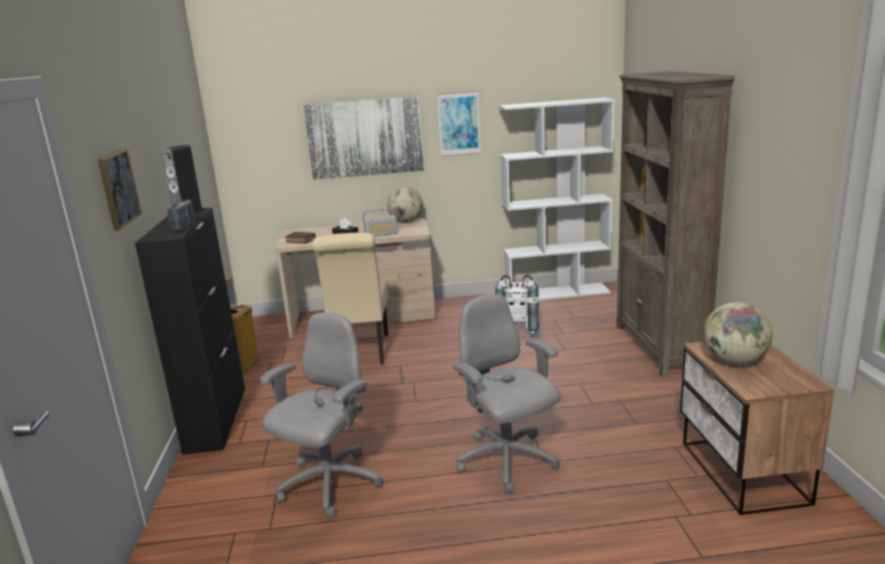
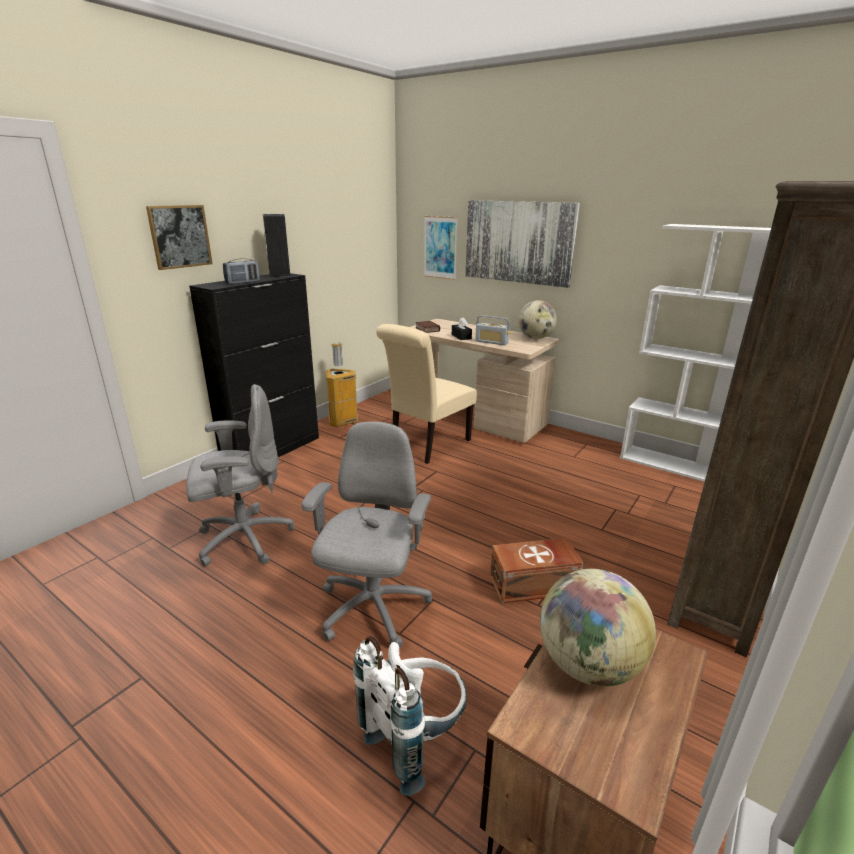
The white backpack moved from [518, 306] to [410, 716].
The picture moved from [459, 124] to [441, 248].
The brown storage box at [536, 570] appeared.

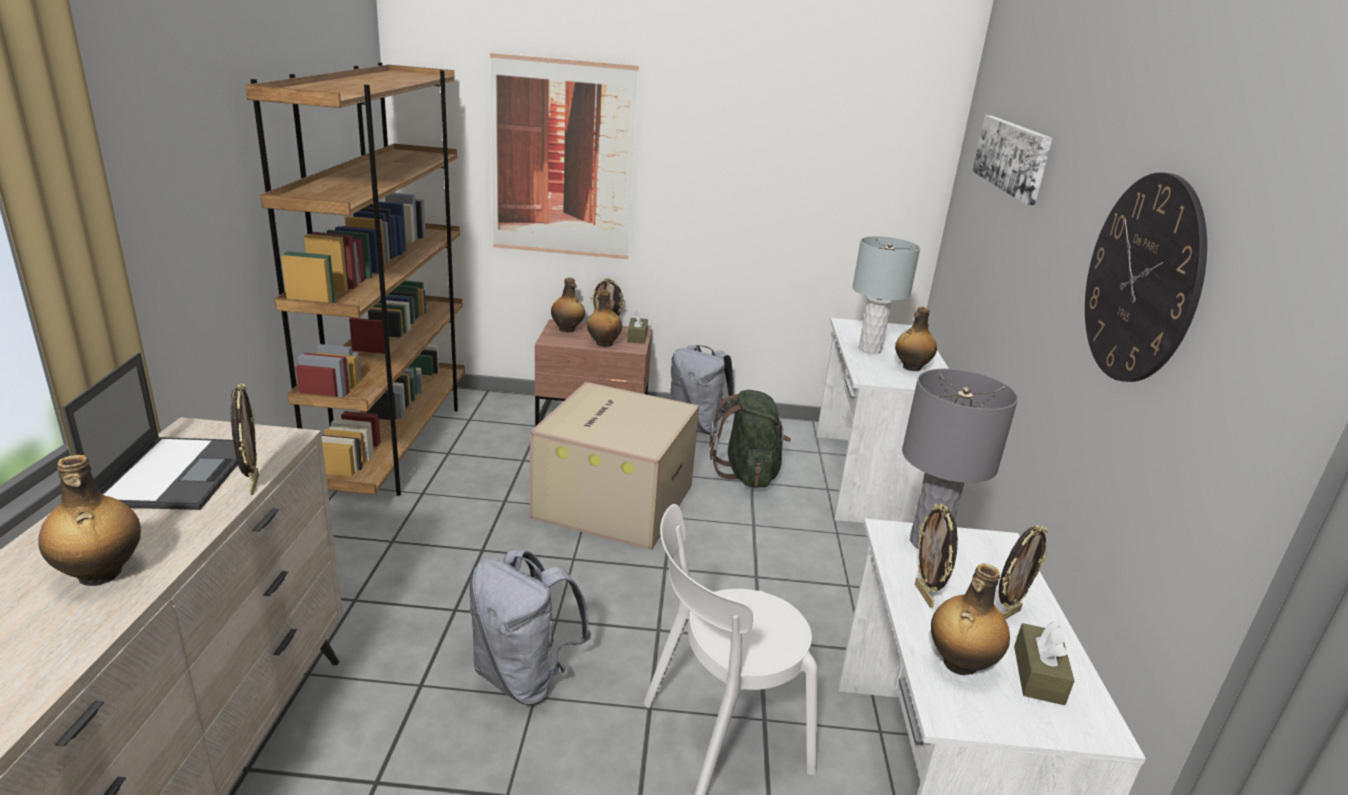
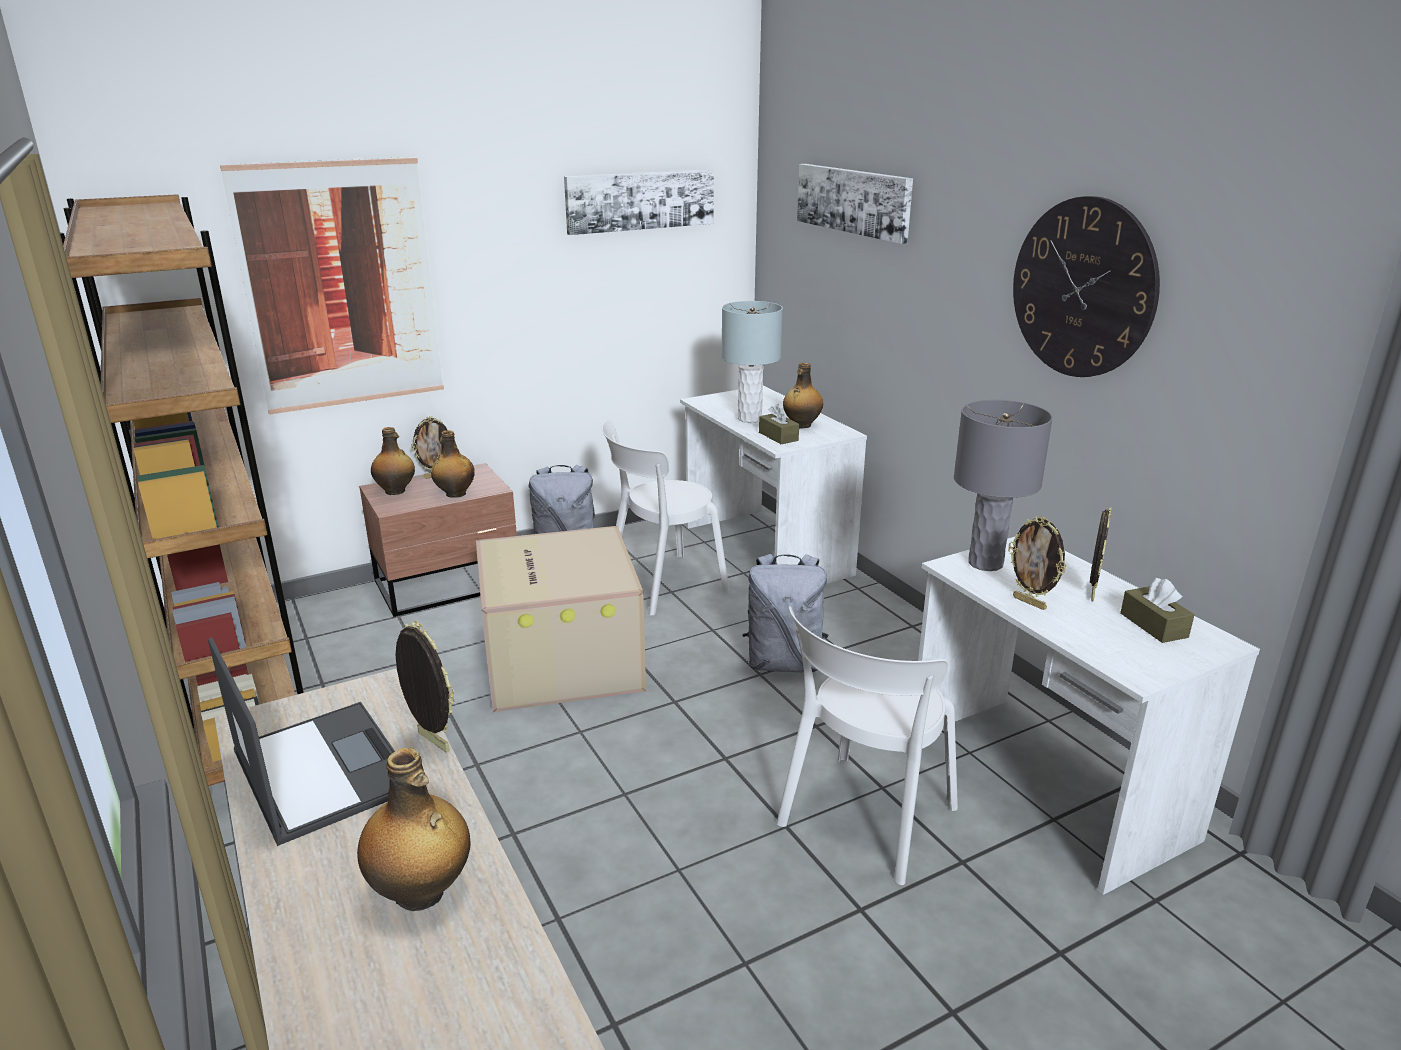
The picture at [639, 202] appeared.
The green backpack at [750, 439] was replaced by the white chair at [666, 517].
The grey backpack moved from [530, 627] to [786, 613].
The brown tissue box moved from [637, 327] to [779, 424].
The bottle at [970, 619] disappeared.

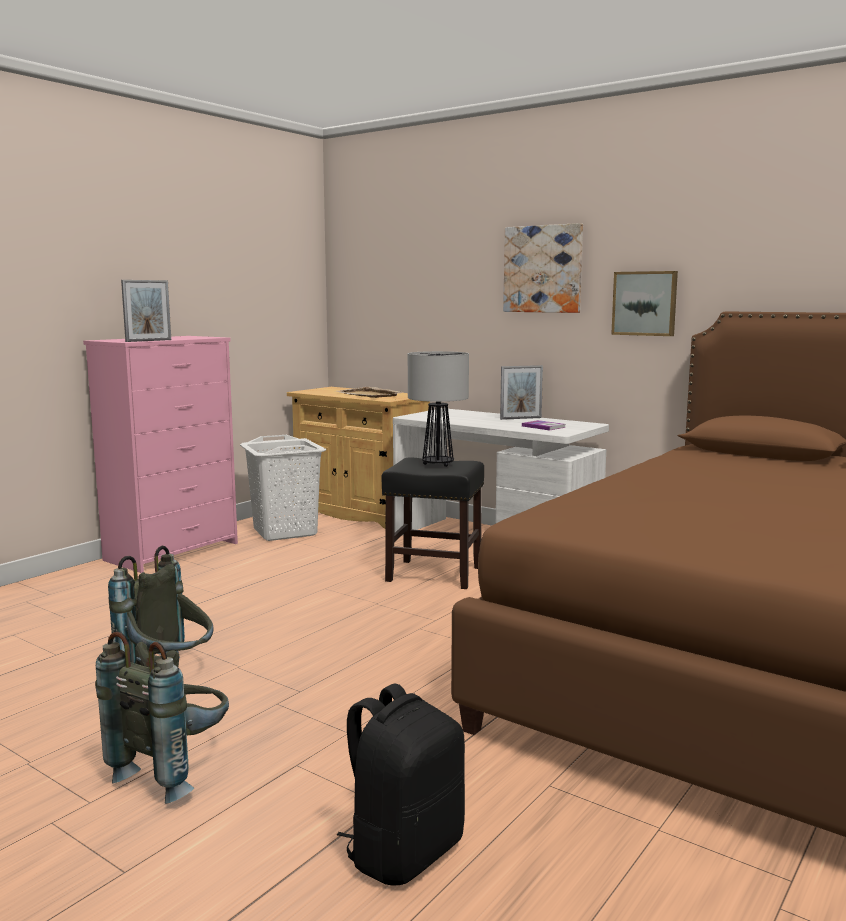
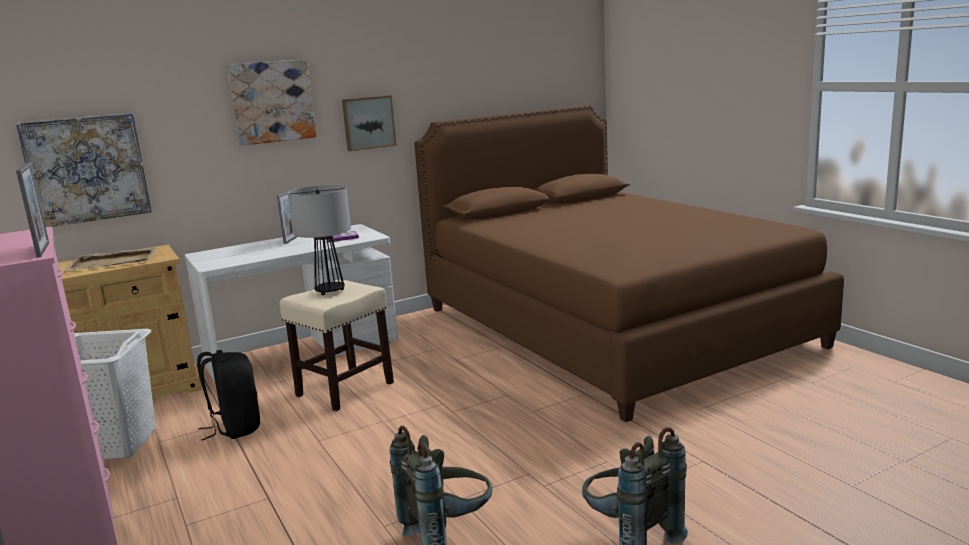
The picture at [84, 170] appeared.
The black backpack moved from [401, 784] to [228, 395].
The black stool at [433, 523] became the beige stool at [336, 345].

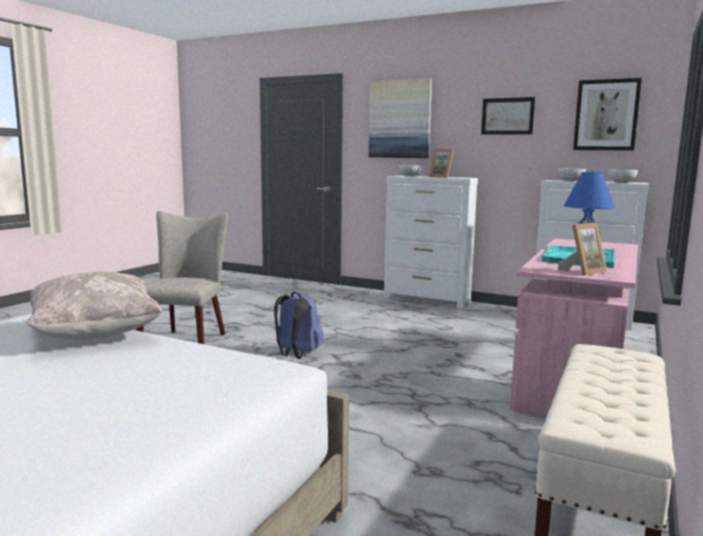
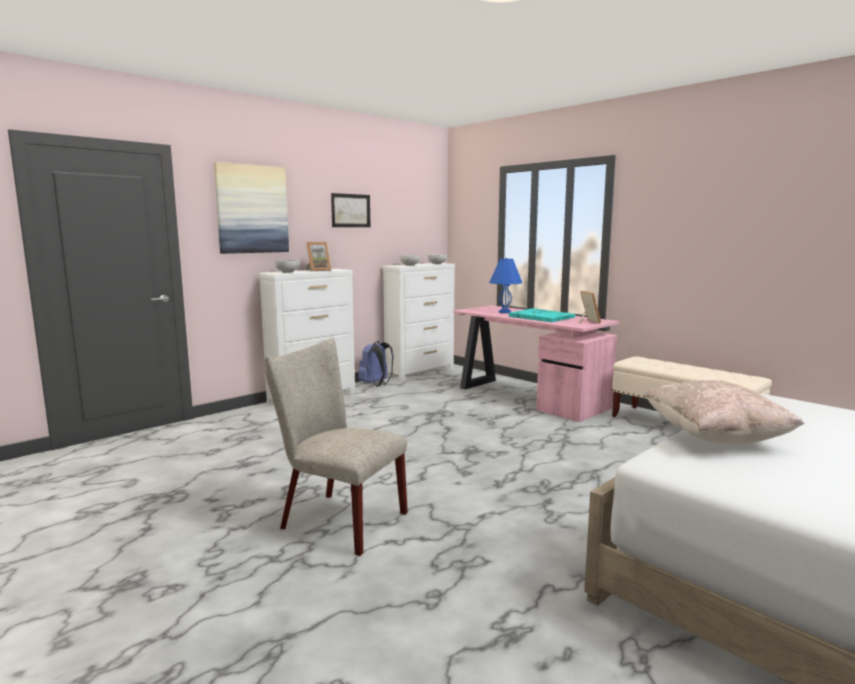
The blue backpack moved from [298, 325] to [376, 364].
The picture at [607, 114] disappeared.

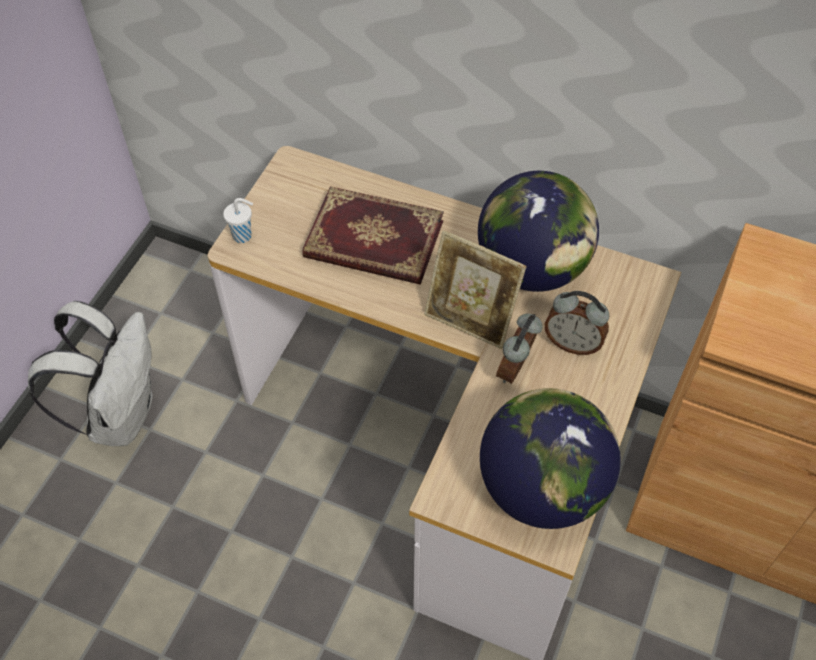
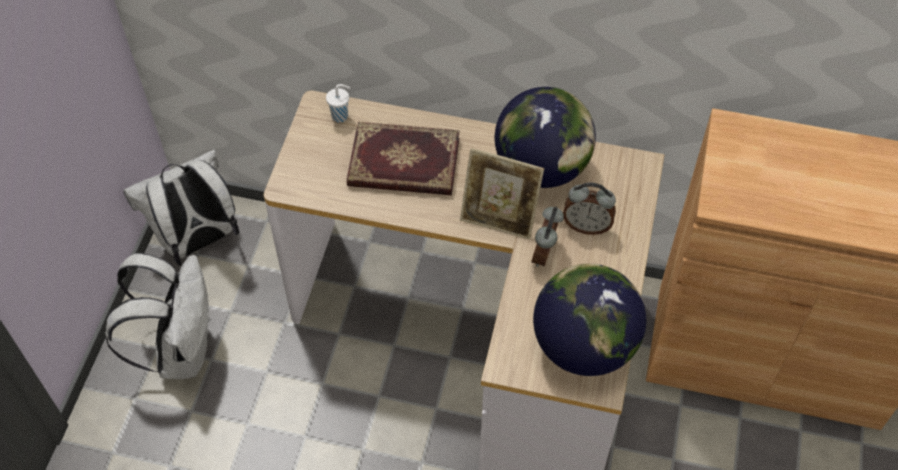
The white backpack at [181, 207] appeared.
The white cup moved from [238, 220] to [338, 103].

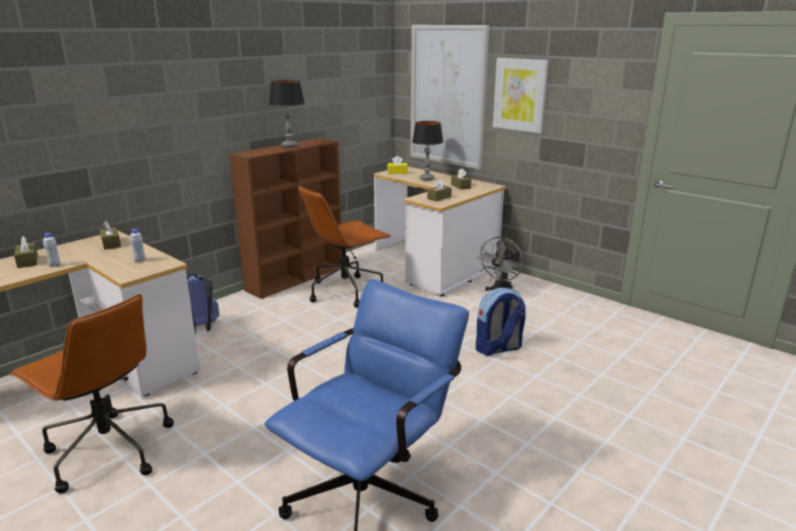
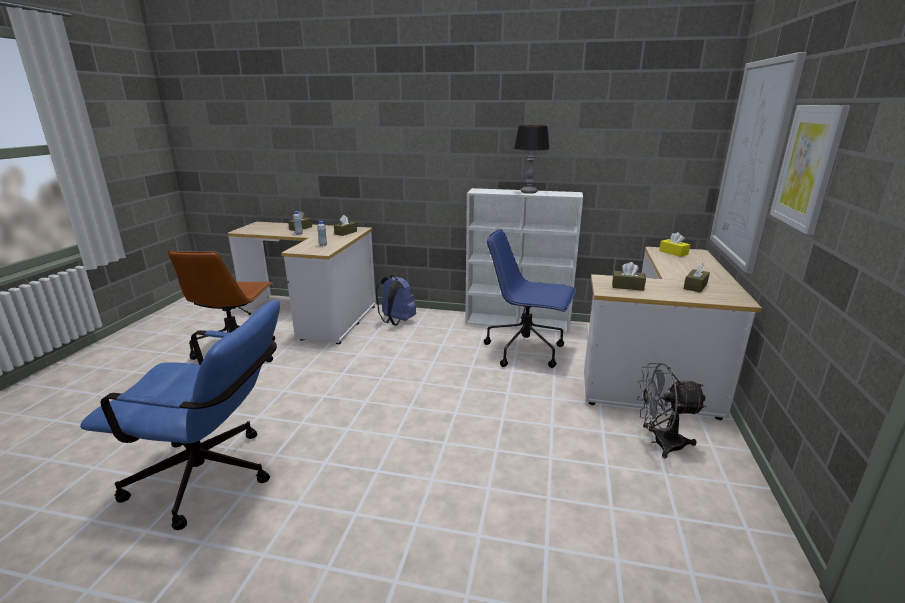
The brown bookcase at [286, 218] became the white bookcase at [524, 260].
The brown office chair at [345, 247] became the blue office chair at [530, 298].
The table lamp at [427, 151] disappeared.
The backpack at [501, 322] disappeared.

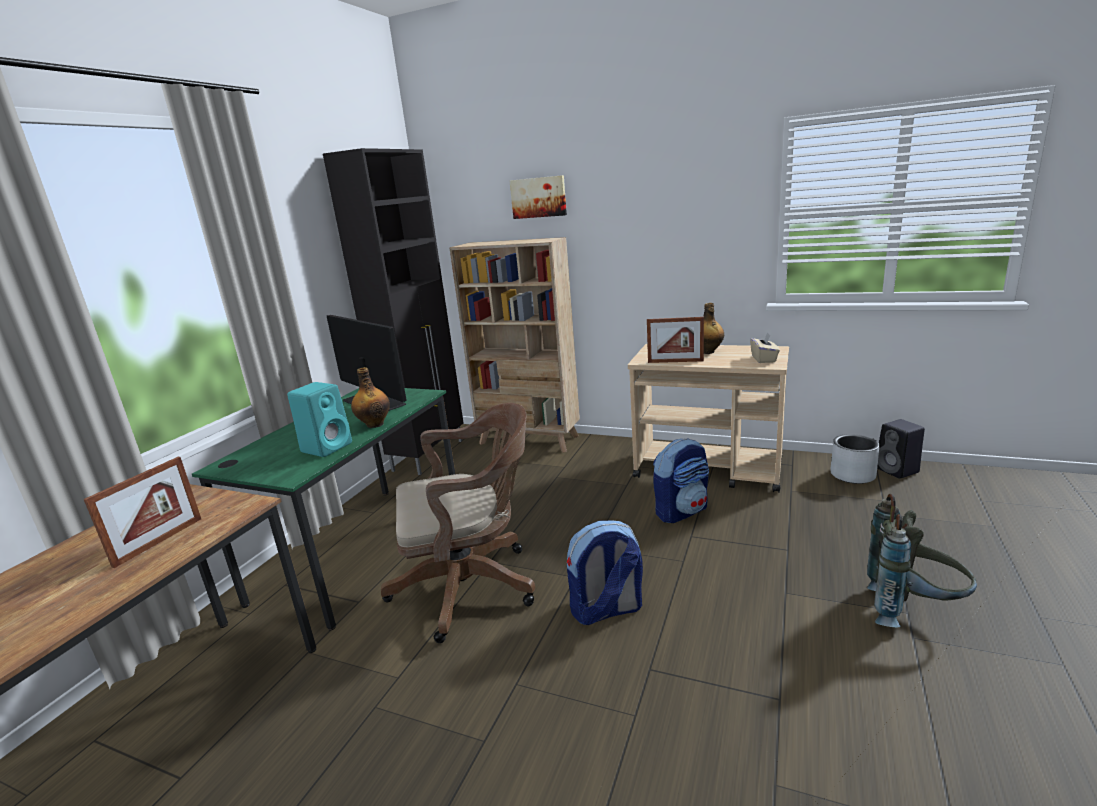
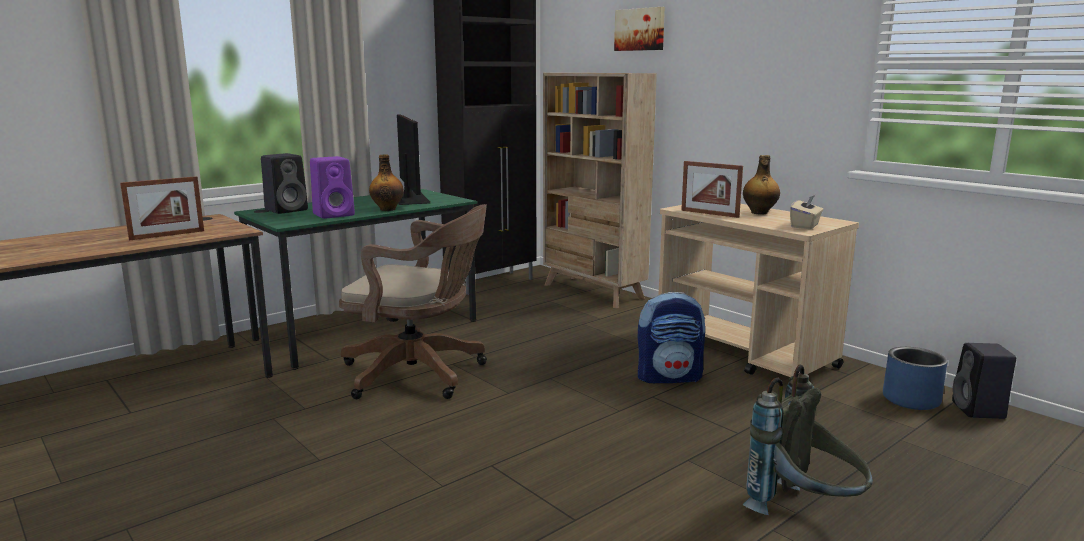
The black speaker at [284, 183] appeared.
The turquoise speaker at [319, 419] became the purple speaker at [332, 187].
The grey planter at [855, 459] became the blue planter at [915, 378].
The backpack at [605, 573] disappeared.

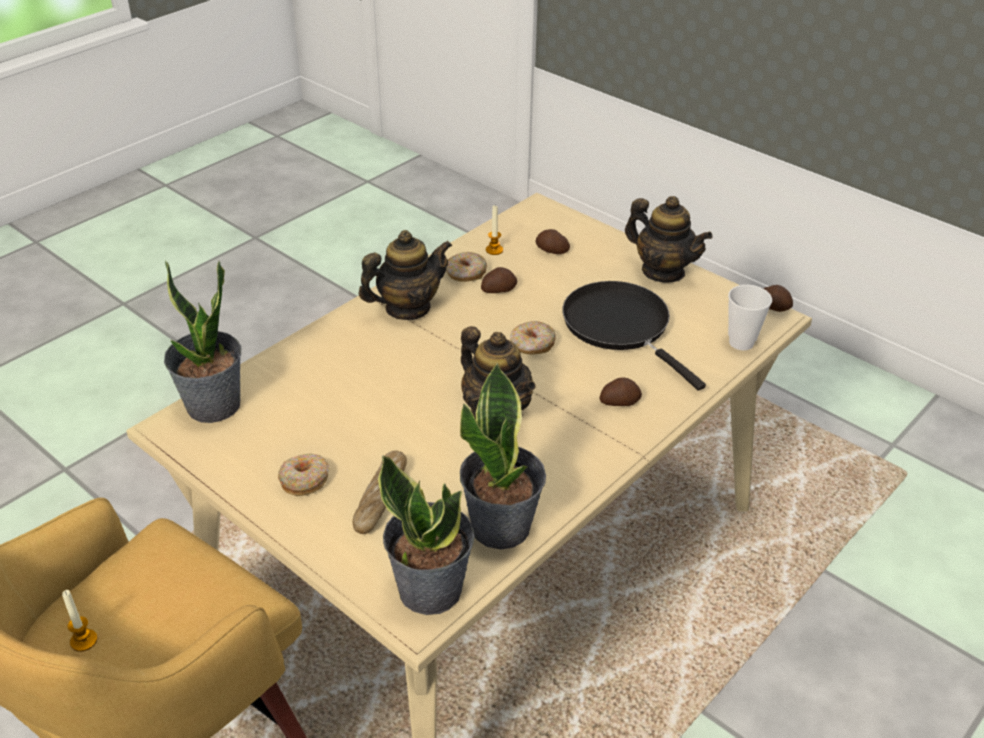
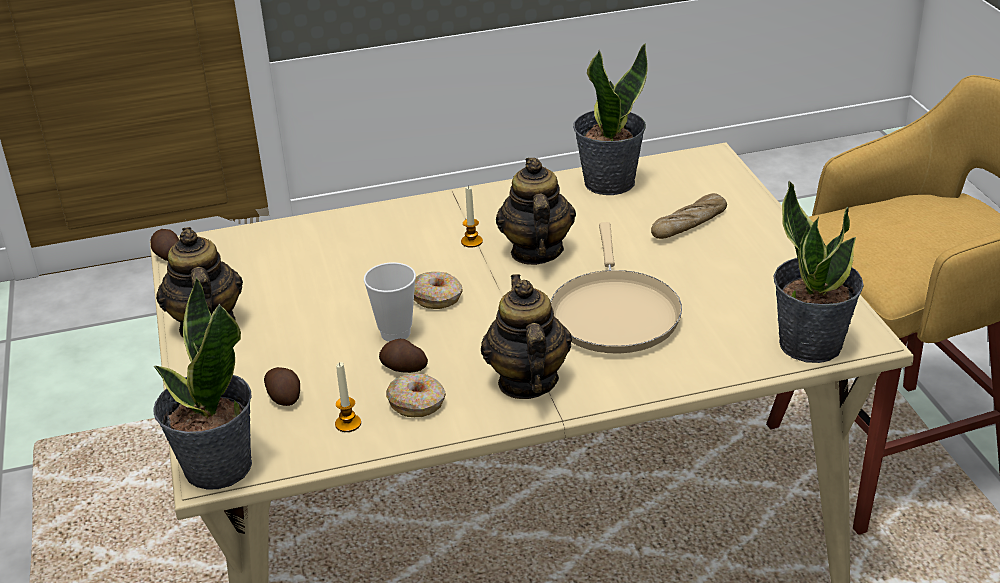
The potted plant moved from [426, 535] to [202, 383].
The cup moved from [750, 317] to [390, 302].
The candle moved from [79, 621] to [472, 217].
The teapot at [405, 275] turned 75 degrees clockwise.
The beige frying pan at [616, 287] appeared.
The donut at [303, 474] disappeared.
The black frying pan at [634, 336] disappeared.
The potato at [620, 391] disappeared.

